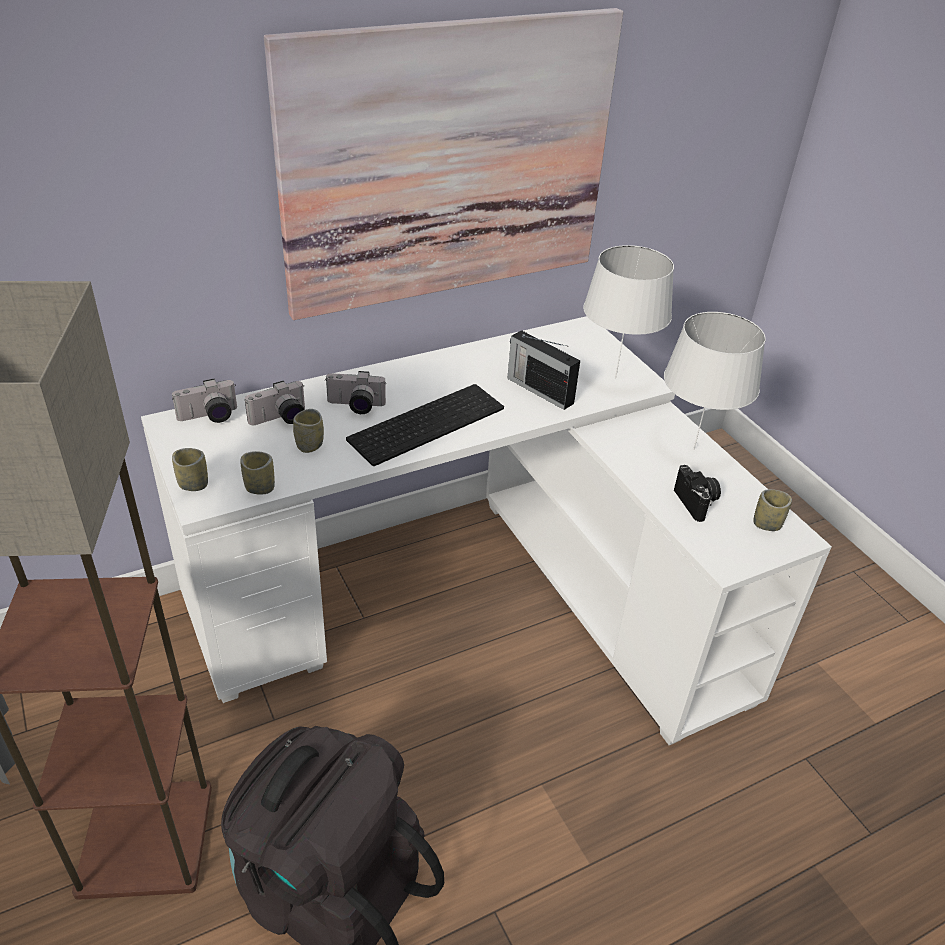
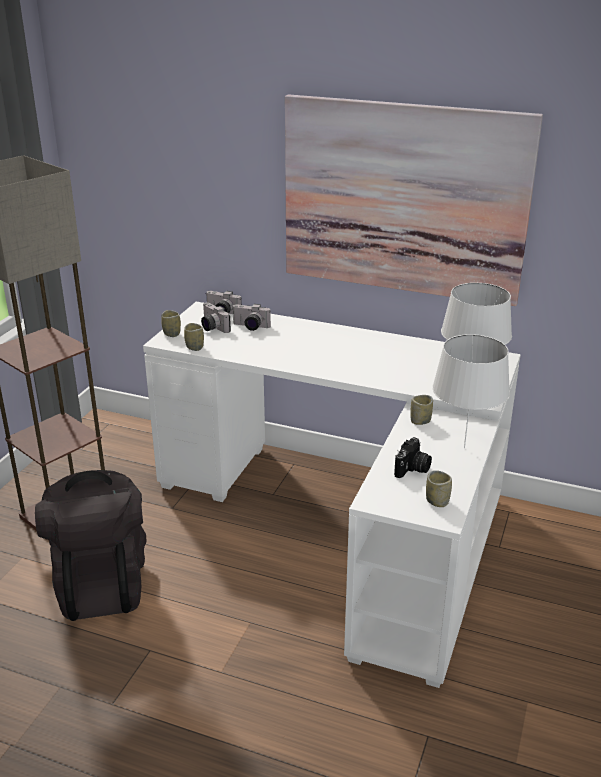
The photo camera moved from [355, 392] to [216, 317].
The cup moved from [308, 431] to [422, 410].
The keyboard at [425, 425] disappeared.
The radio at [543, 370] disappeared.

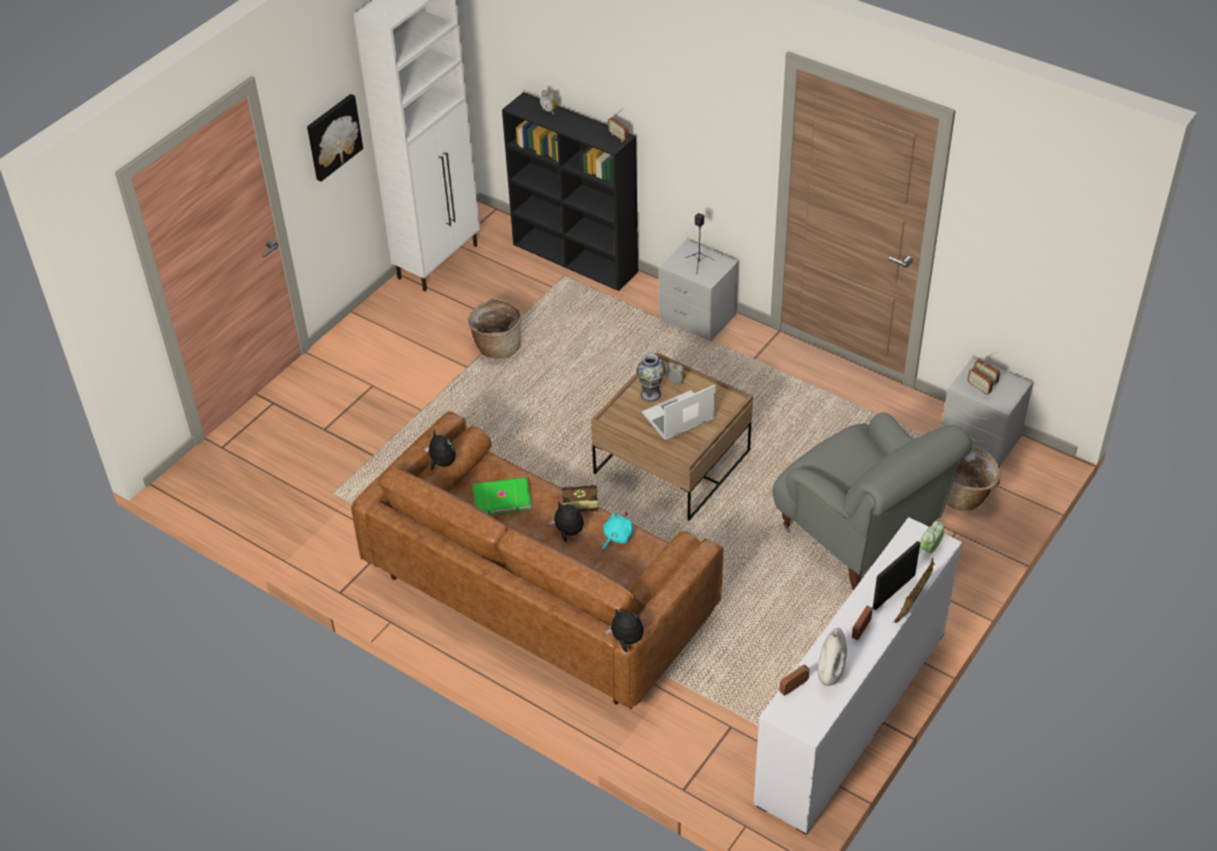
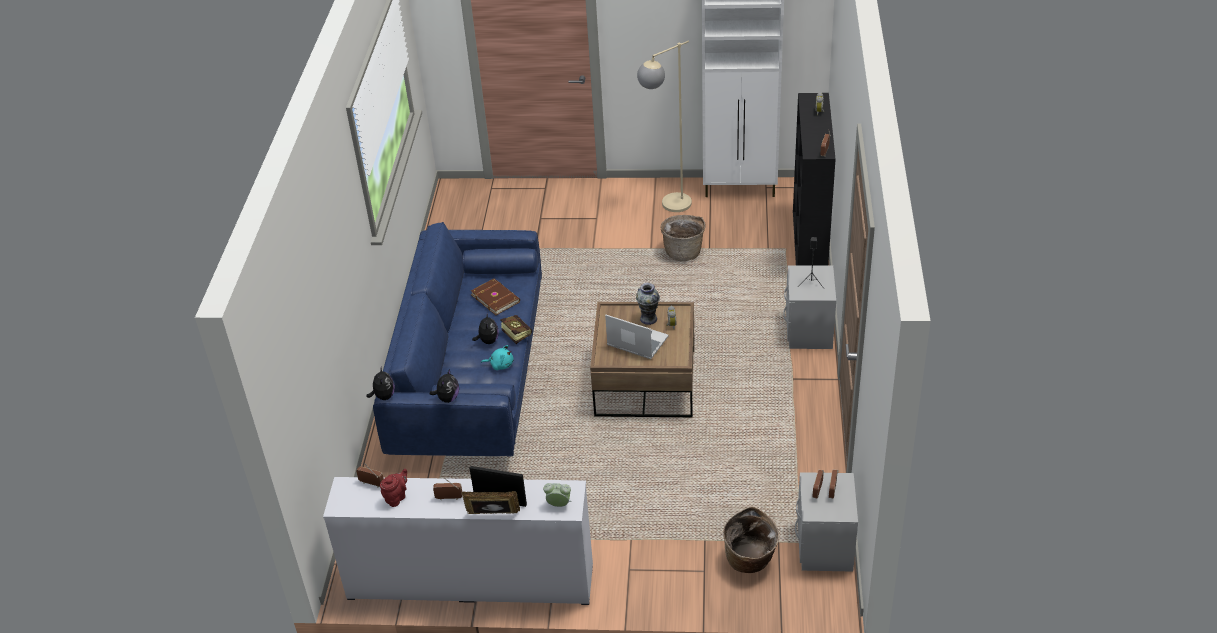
The brown sofa at [537, 560] became the blue sofa at [457, 339].
The white vase at [832, 657] was replaced by the red teapot at [393, 488].
The plush toy moved from [440, 450] to [444, 386].
The green book at [502, 496] became the brown book at [495, 296].
The beige floor lamp at [664, 126] appeared.
The picture at [335, 138] disappeared.
The grey armchair at [872, 501] disappeared.

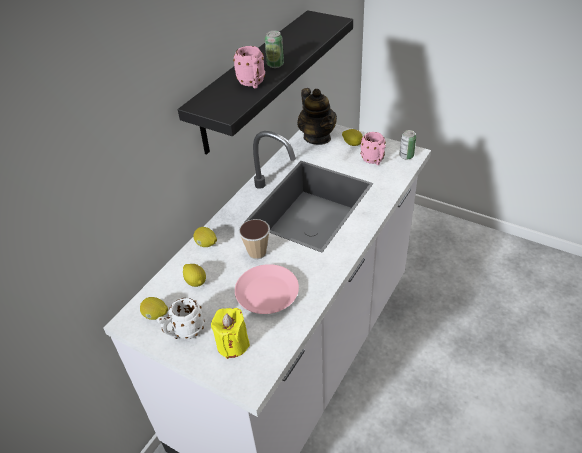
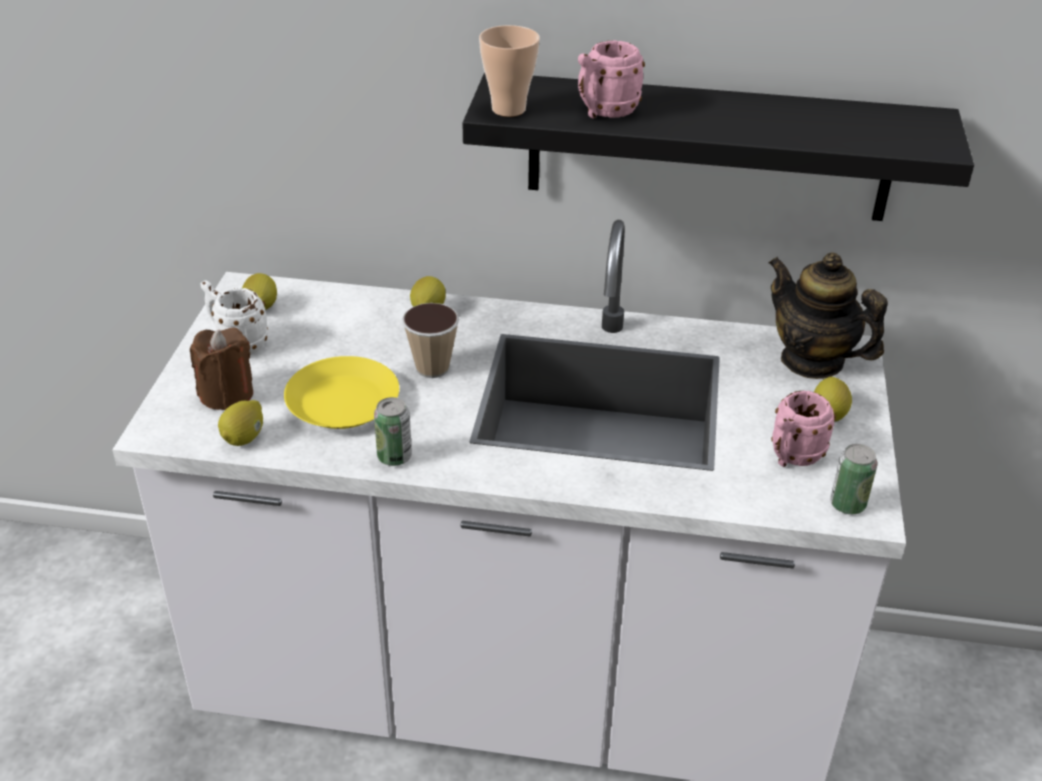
The yellow candle at [230, 333] became the brown candle at [221, 368].
The lemon moved from [194, 275] to [240, 423].
The pink plate at [267, 289] became the yellow plate at [341, 392].
The can moved from [274, 49] to [393, 431].
The cup at [509, 71] appeared.
The teapot at [317, 116] turned 90 degrees clockwise.

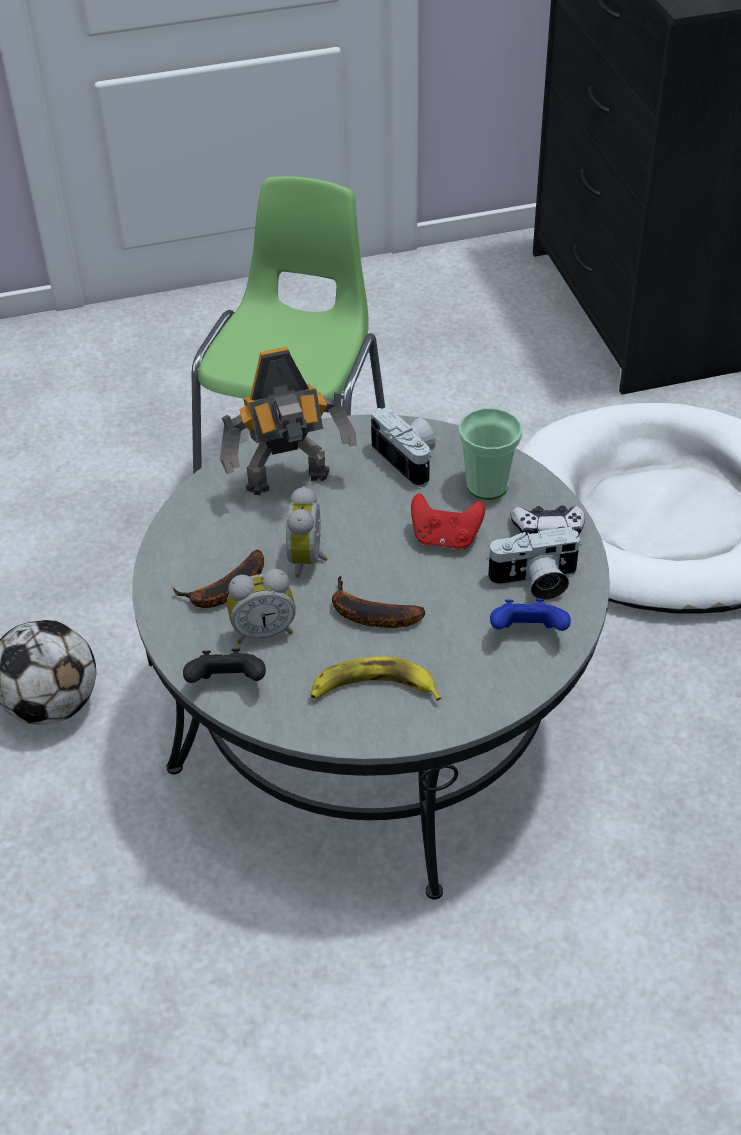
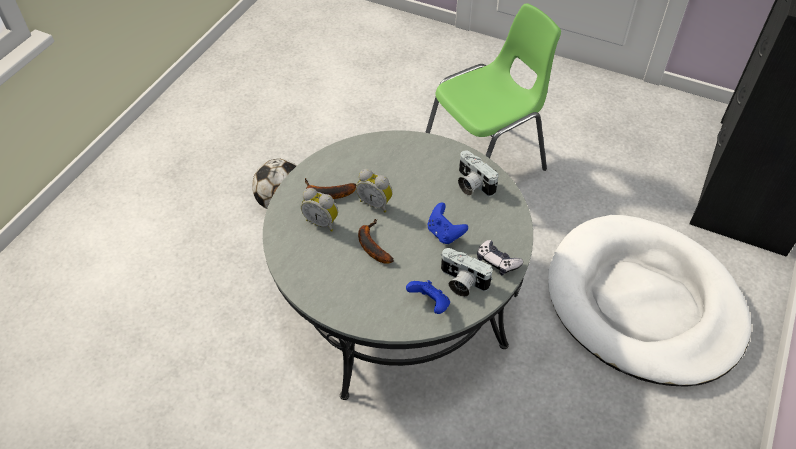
The alarm clock at [307, 532] turned 105 degrees counterclockwise.
The red game controller at [448, 521] became the blue game controller at [448, 223].
The photo camera at [403, 446] turned 135 degrees clockwise.
The black game controller at [224, 666] disappeared.
The toy robot at [288, 421] disappeared.
The banana at [375, 678] disappeared.
The cup at [490, 454] disappeared.

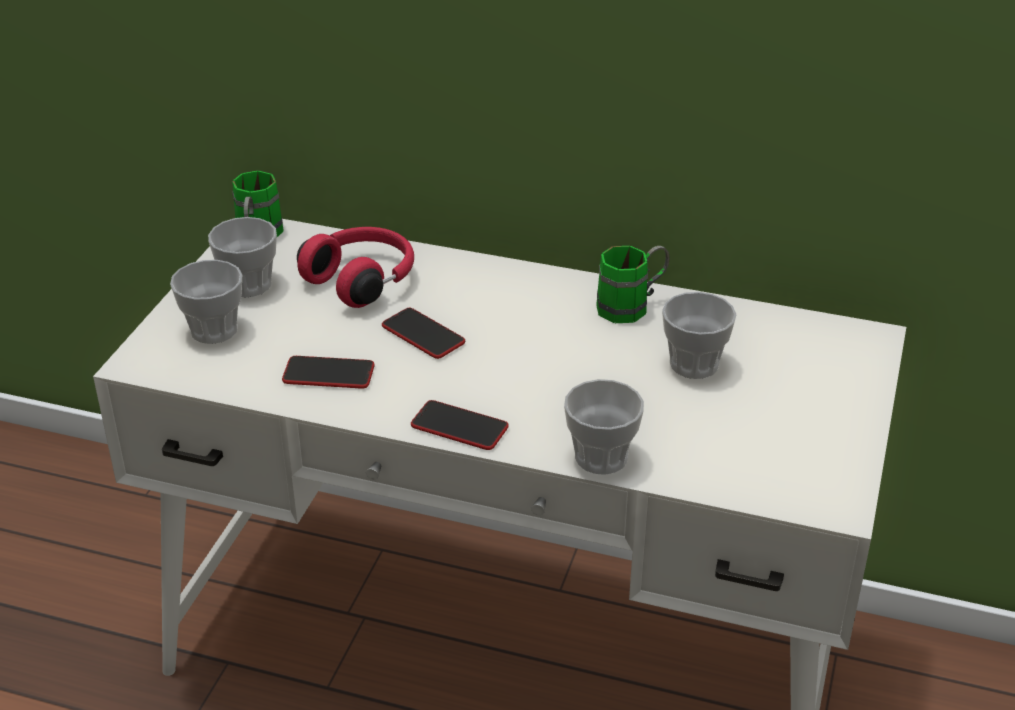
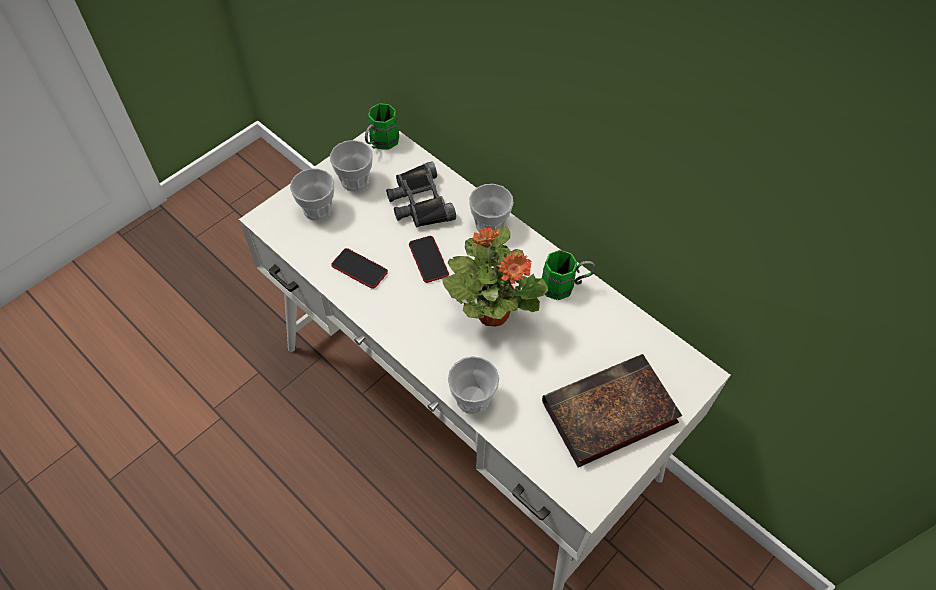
The red headphones at [355, 267] was replaced by the black binoculars at [421, 194].
The potted plant at [495, 276] appeared.
The cup moved from [699, 335] to [491, 208].
The book at [612, 411] appeared.
The phone at [460, 425] disappeared.

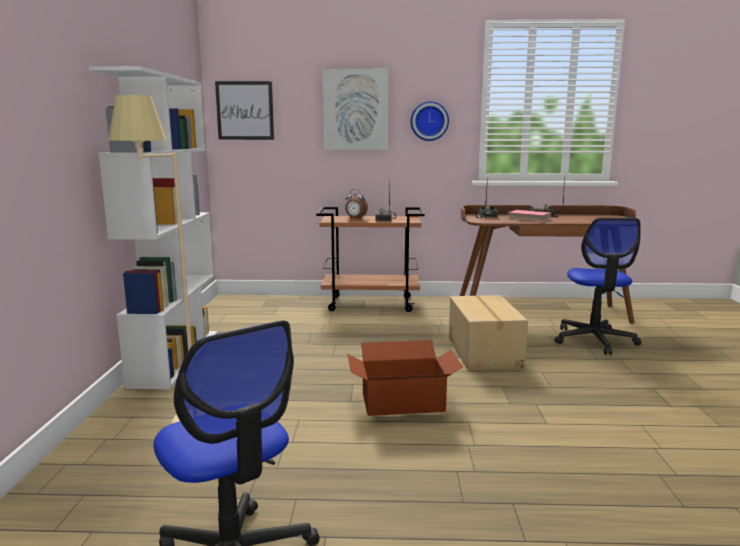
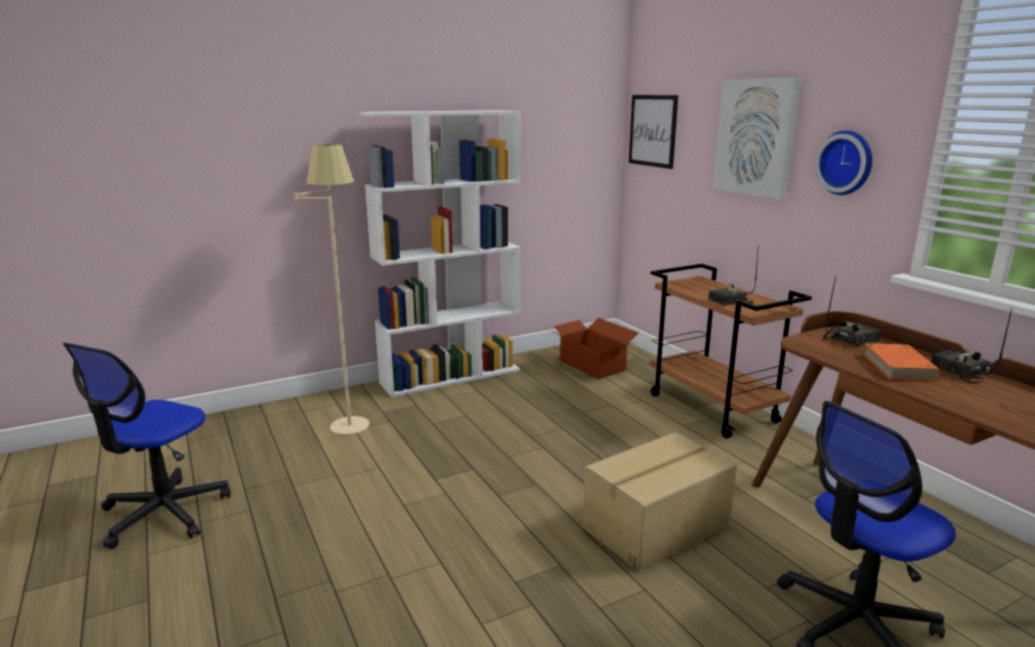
The cardboard box moved from [405, 378] to [593, 349].
The pink book at [529, 216] became the orange book at [901, 362].
The alarm clock at [356, 204] disappeared.

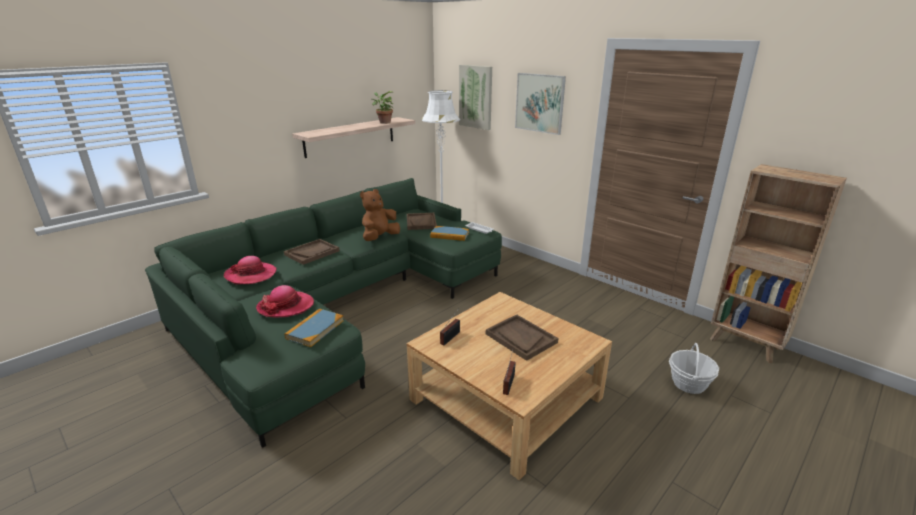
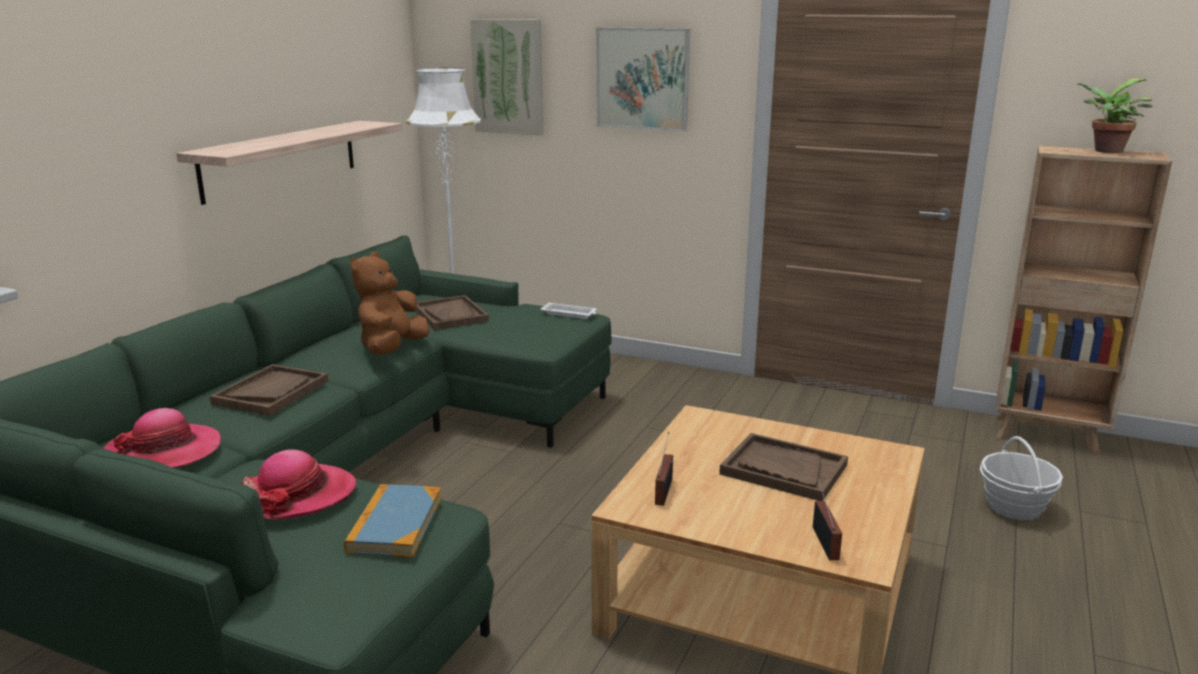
The potted plant moved from [382, 107] to [1114, 115].
The book at [449, 233] disappeared.

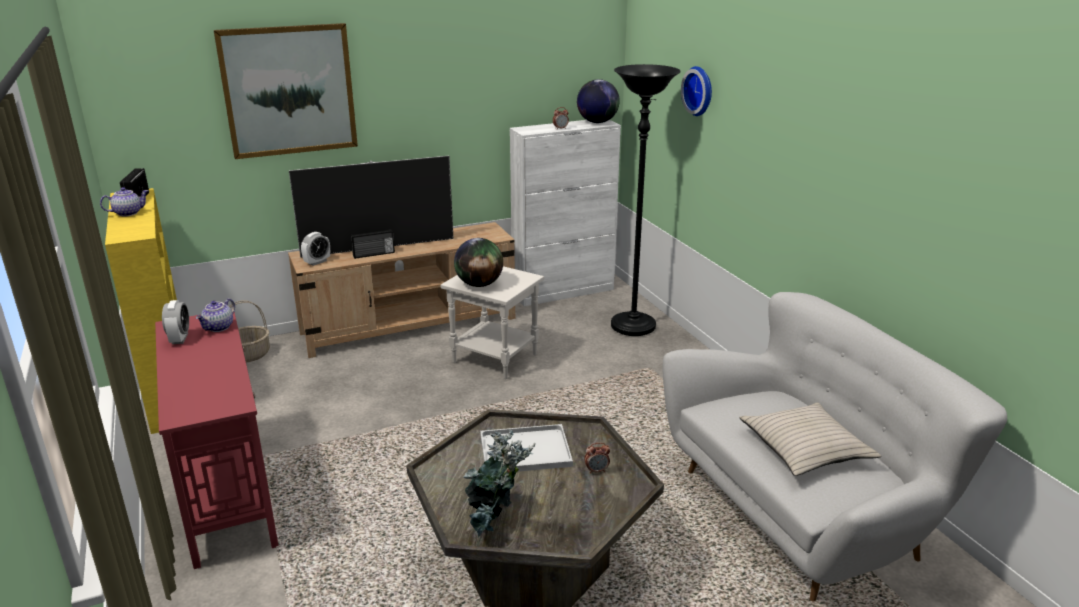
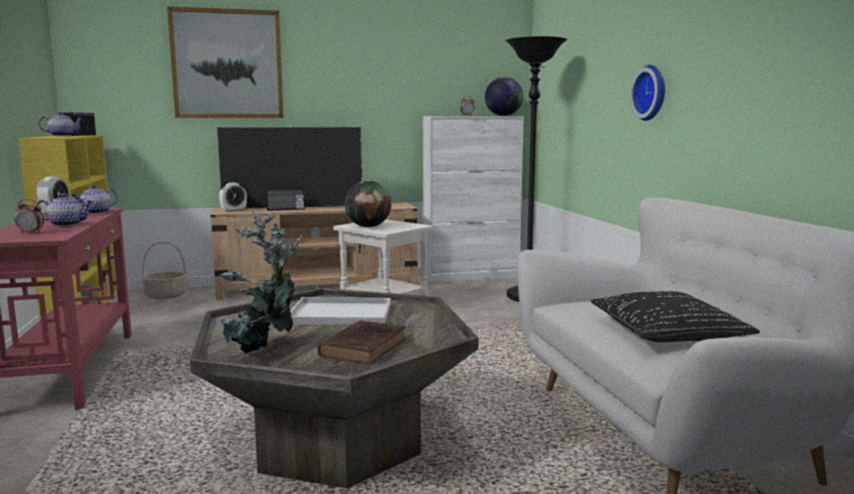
The alarm clock moved from [597, 458] to [29, 216].
The teapot at [65, 209] appeared.
The brown book at [361, 342] appeared.
The beige pillow at [810, 439] became the black pillow at [675, 316].
The wall clock moved from [696, 91] to [647, 93].

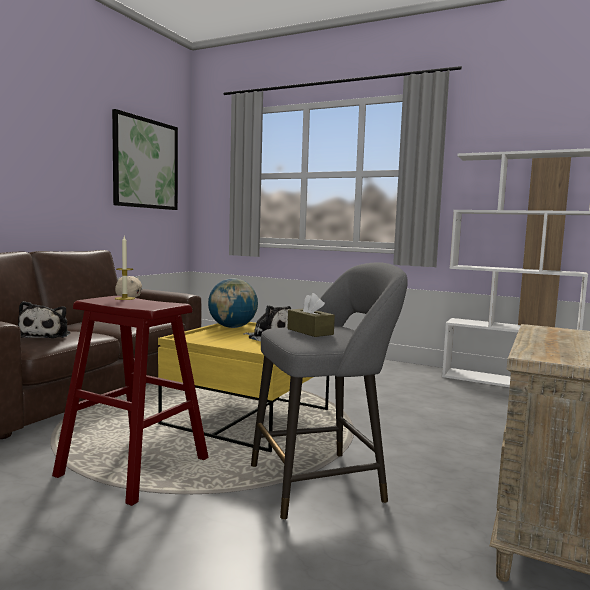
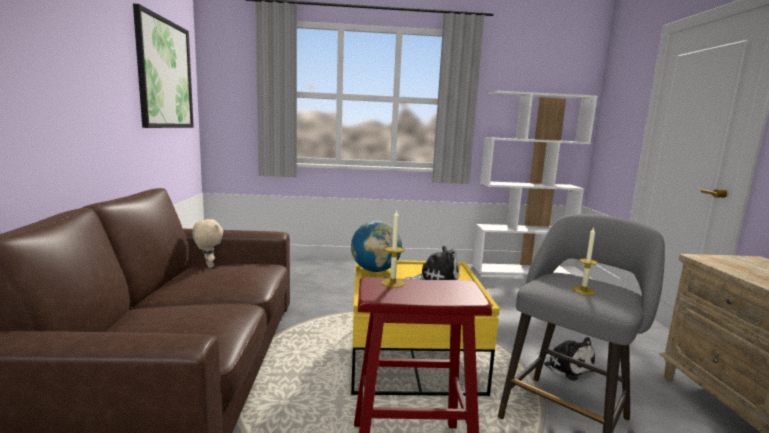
The plush toy moved from [44, 319] to [566, 359].
The brown tissue box at [311, 315] was replaced by the candle at [585, 261].

